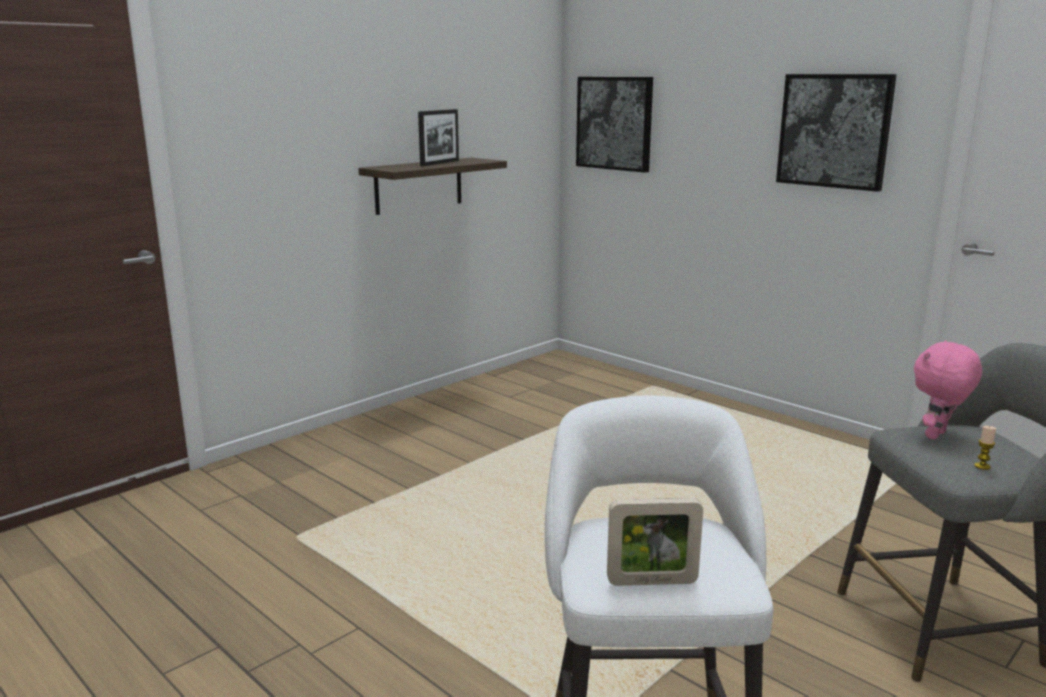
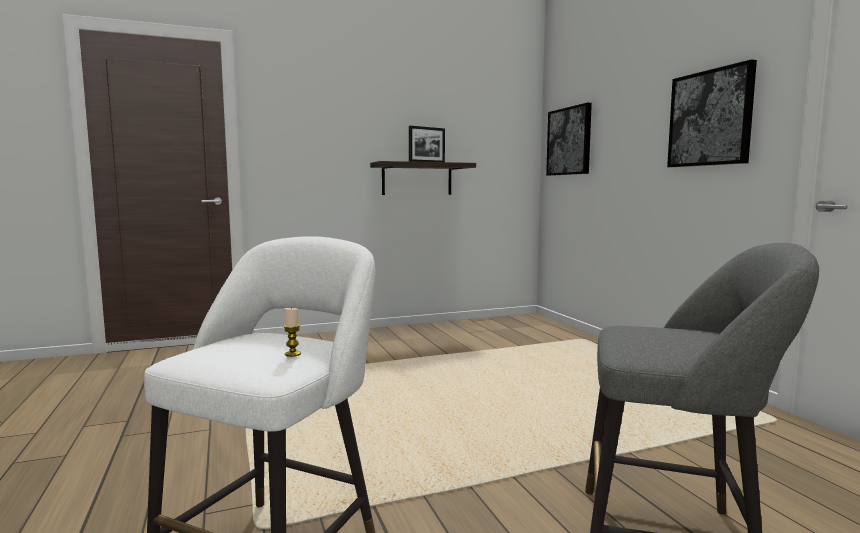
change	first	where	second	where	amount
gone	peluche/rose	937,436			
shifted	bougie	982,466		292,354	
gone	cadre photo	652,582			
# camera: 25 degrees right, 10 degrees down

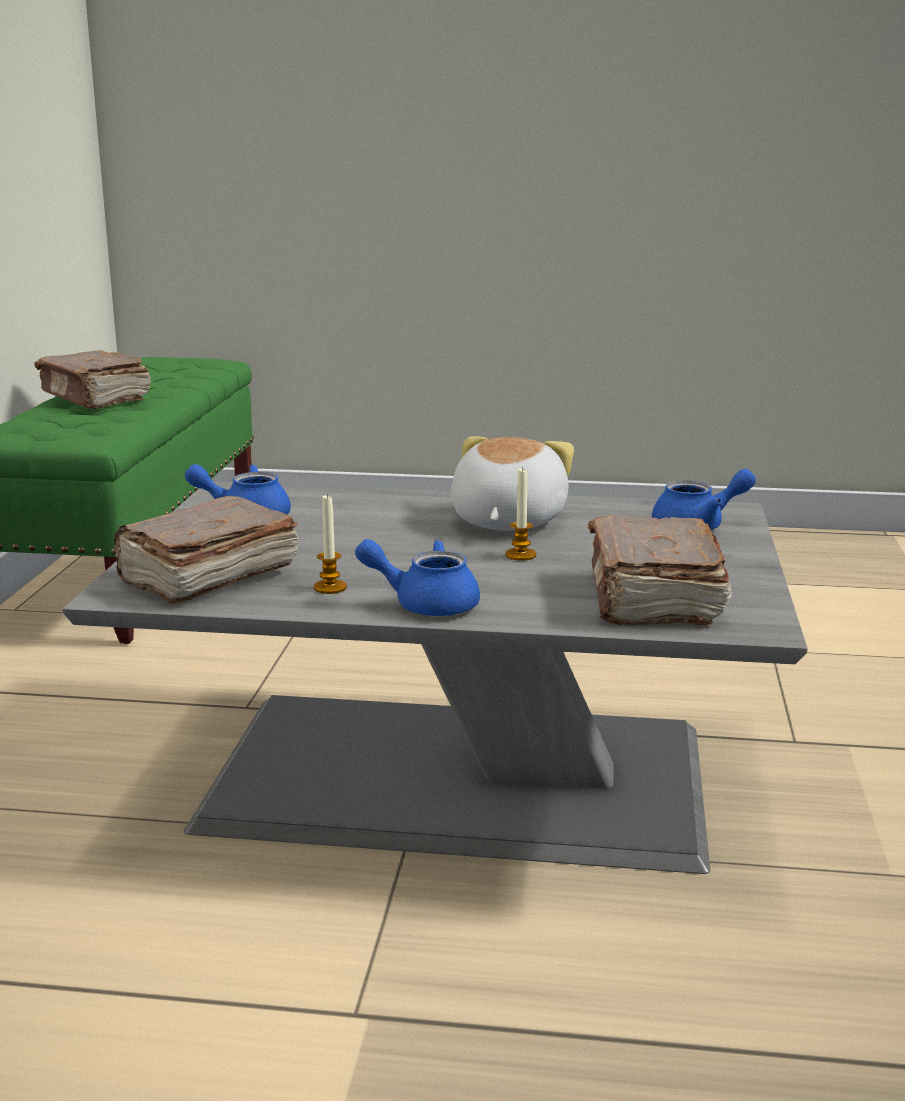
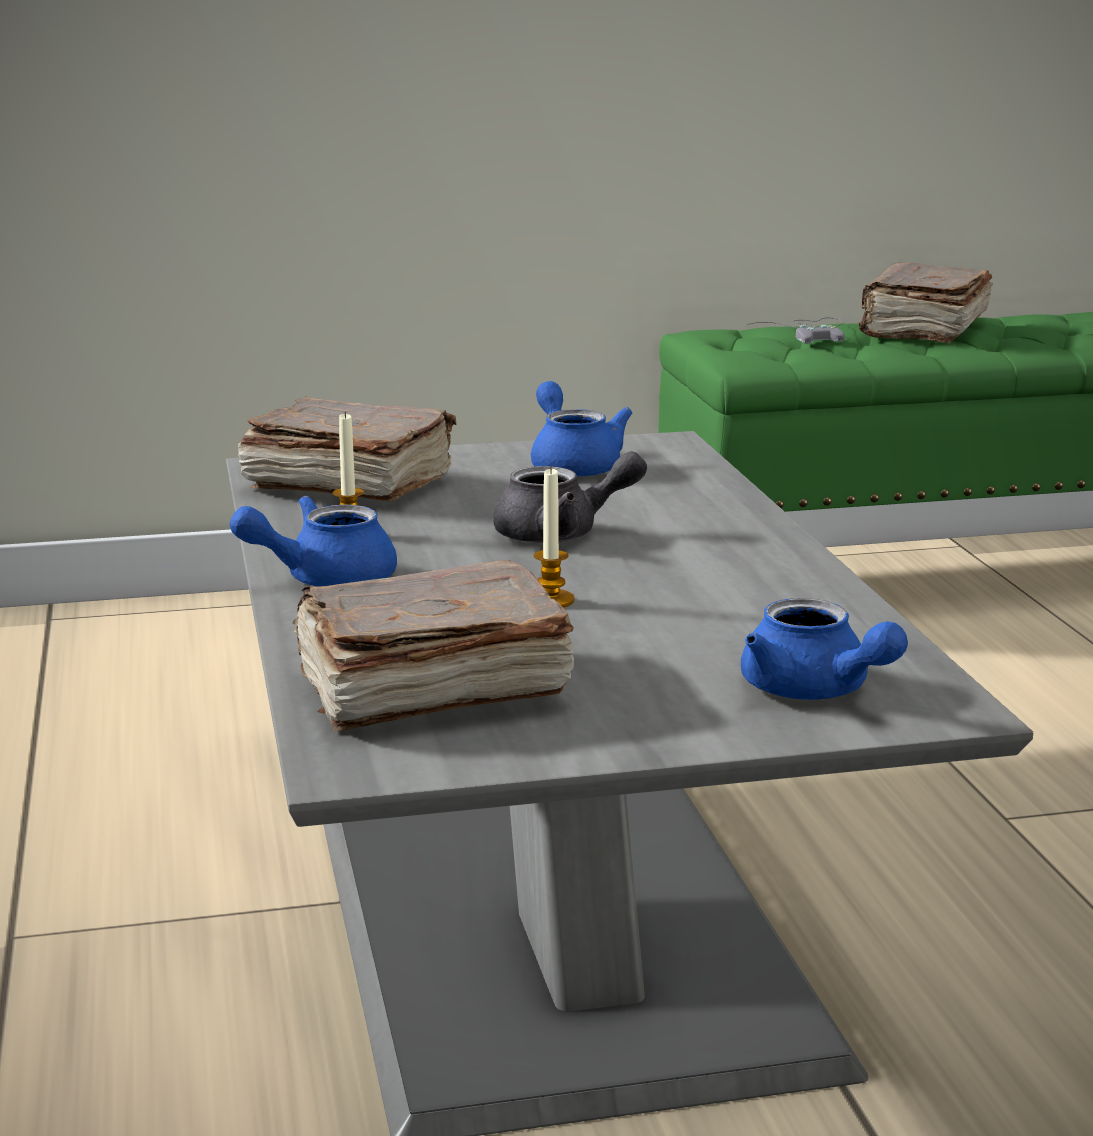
change	first	where	second	where	amount
gone	peluche	505,521			
rotated	théière/bleu	425,604		323,579	105 degrees counterclockwise
new			manette/gris	811,333	
new			théière/gris	562,534	
# camera: 70 degrees right, 0 degrees up

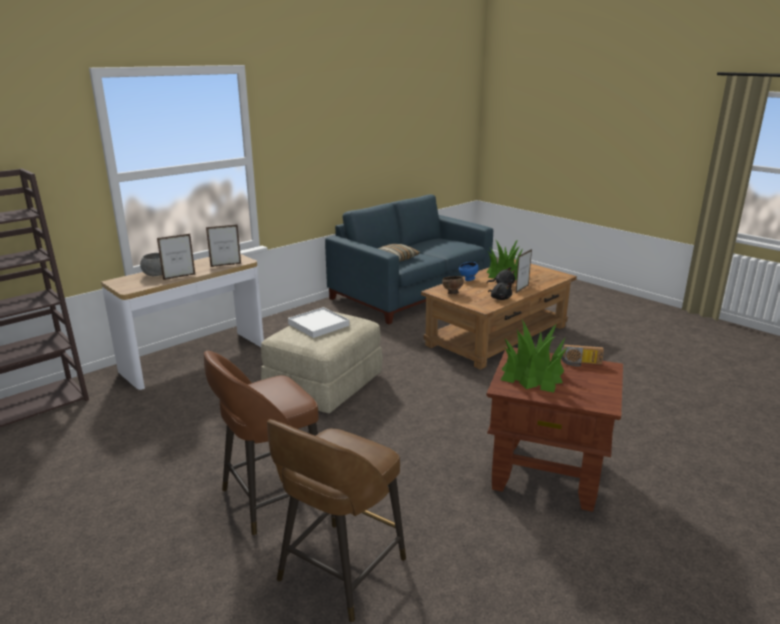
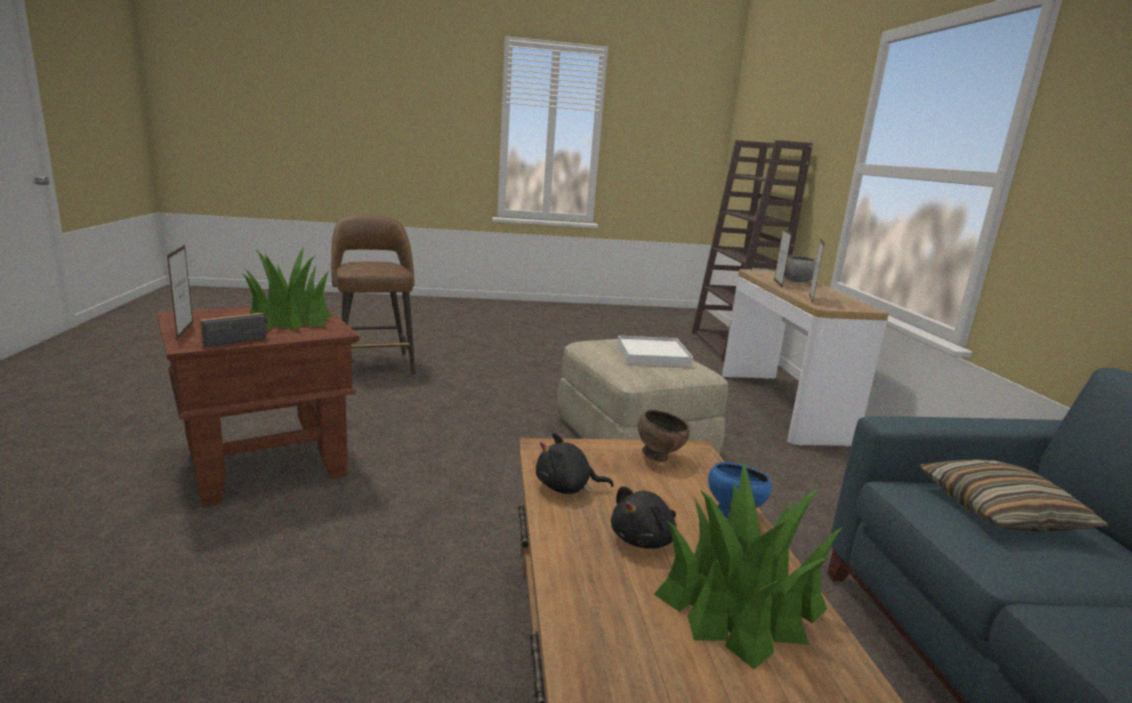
change	first	where	second	where	amount
shifted	cadre photo	522,289		185,331	
gone	tabouret/marron	271,497			
# camera: 125 degrees right, 5 degrees down

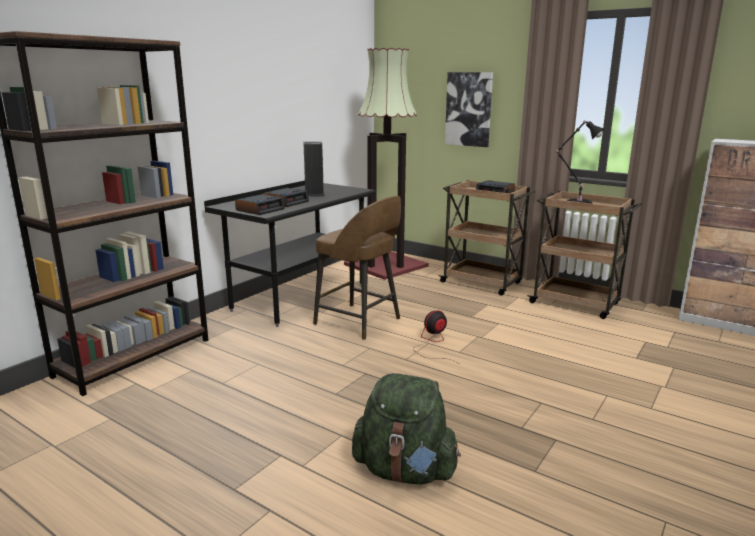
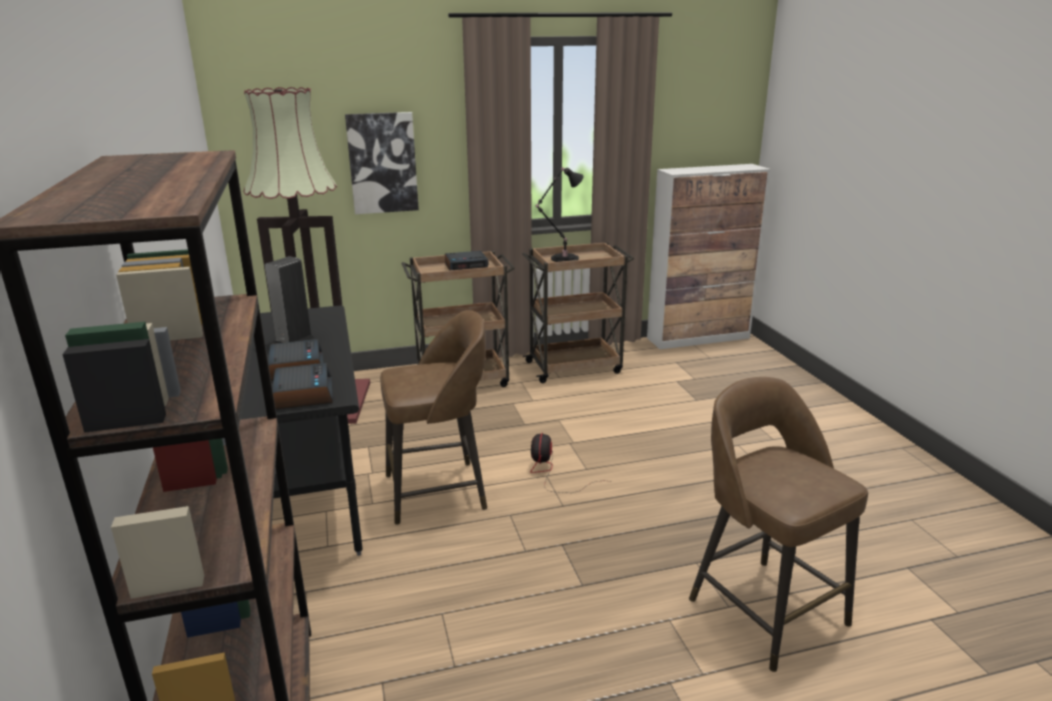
change	first	where	second	where	amount
swapped	sac à dos/vert	405,471	tabouret/marron	764,608	
# camera: 50 degrees left, 5 degrees up

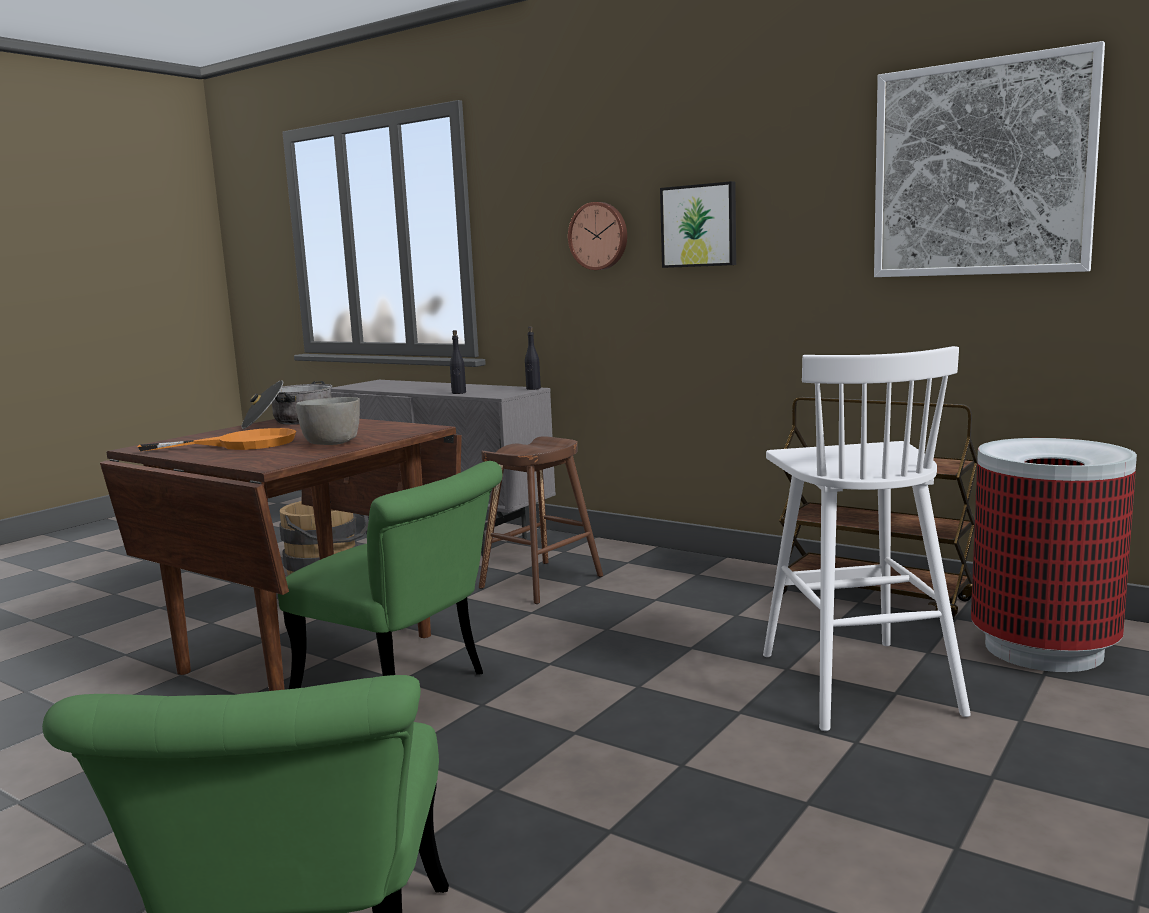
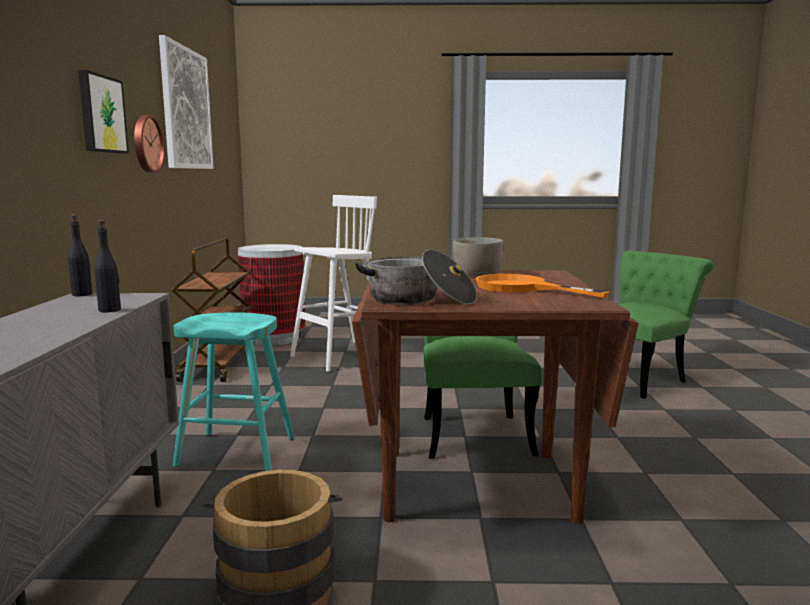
change	first	where	second	where	amount
shifted	horloge murale	599,236		146,144	
repainted	tabouret/marron	541,582	tabouret/turquoise	236,452	
# camera: 125 degrees left, 0 degrees up

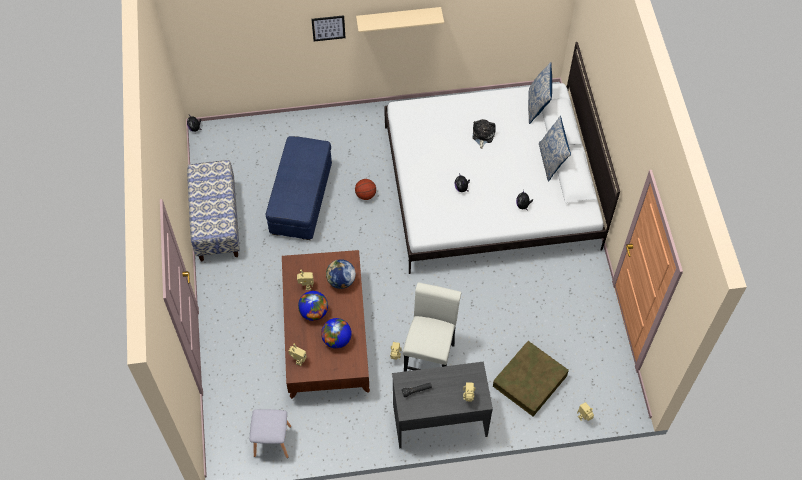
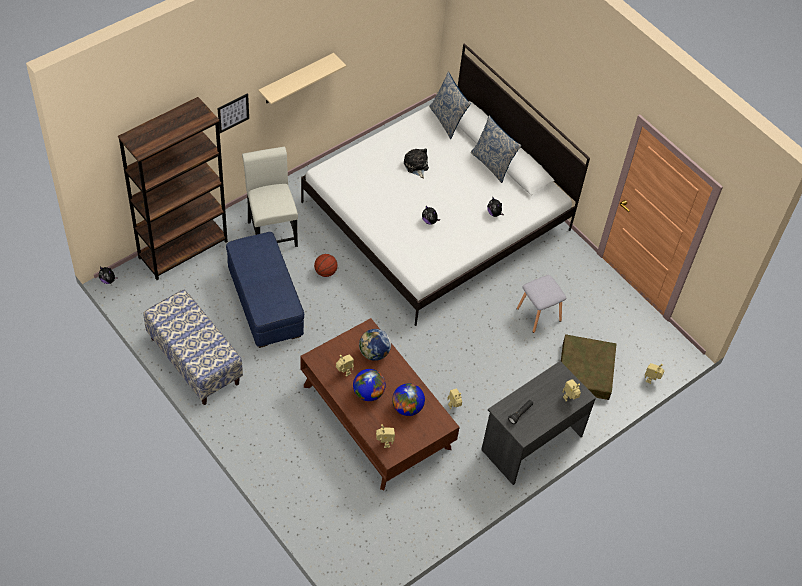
change	first	where	second	where	amount
shifted	chaise/blanc	430,354		271,230	
shifted	tabouret/gris	271,441		538,315	
new			bibliothèque/marron	183,249	
# camera: 35 degrees left, 5 degrees down

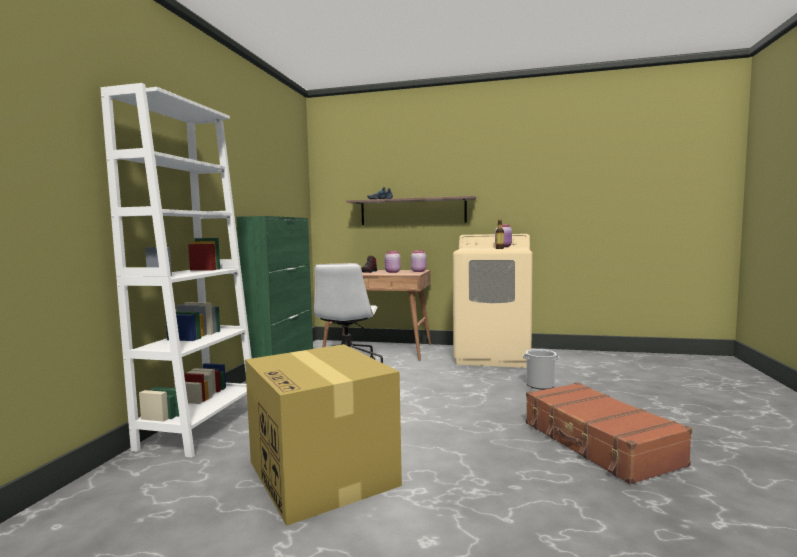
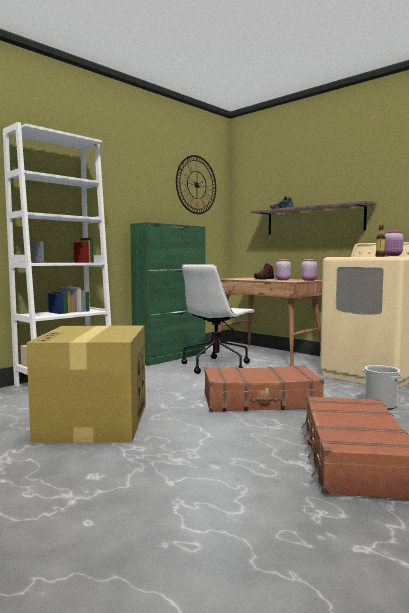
change	first	where	second	where	amount
new			horloge murale	196,185	
new			valise/marron	261,401	
# camera: 30 degrees right, 0 degrees up

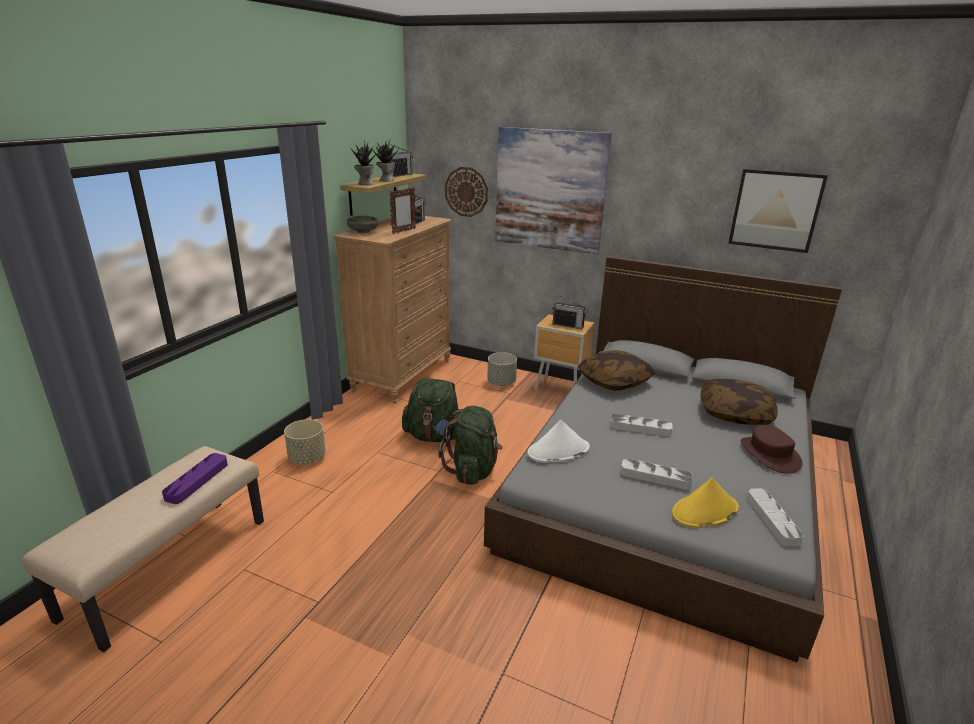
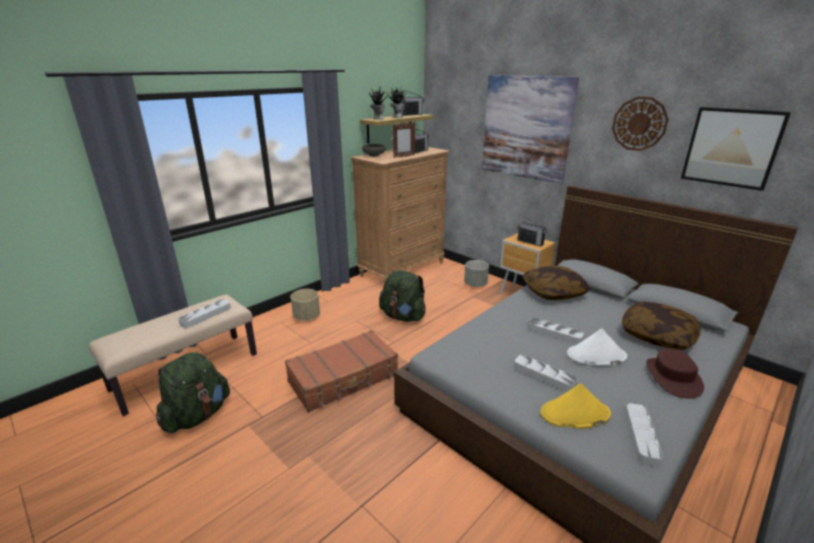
change	first	where	second	where	amount
shifted	horloge murale	466,192		639,124	
shifted	sac à dos/vert	473,470		197,415	
shifted	chapeau/blanc	558,451		596,356	
repainted	plateau/violet	197,481	plateau/gris	206,315	
new			valise/marron	344,378	
# camera: 20 degrees right, 0 degrees up

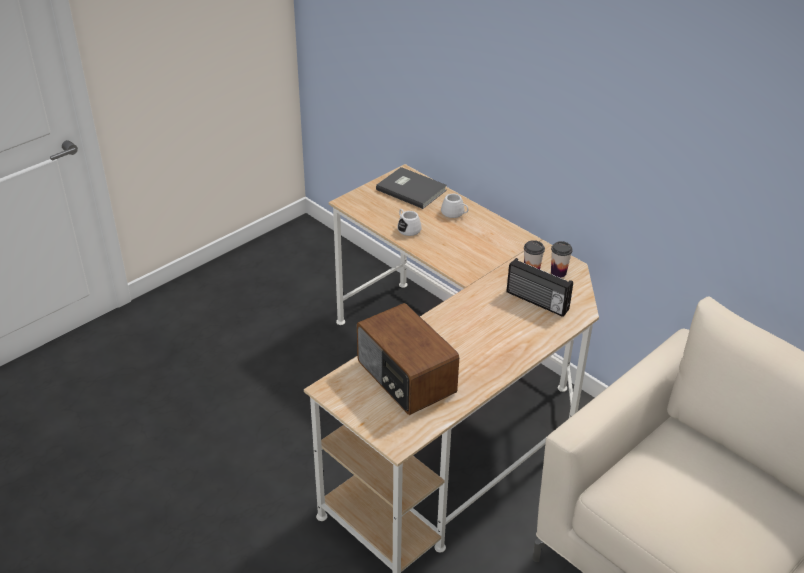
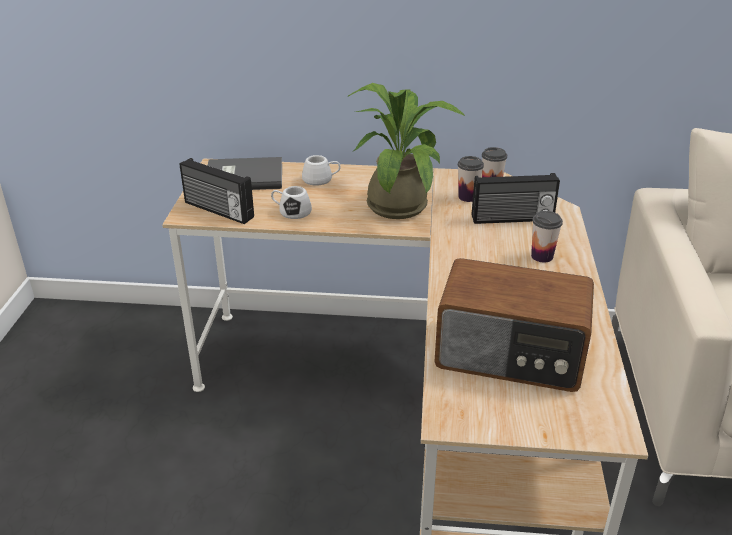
change	first	where	second	where	amount
new			plante en pot	400,203	
new			radio	218,210	
new			tasse	542,256	
# camera: 40 degrees left, 5 degrees down

